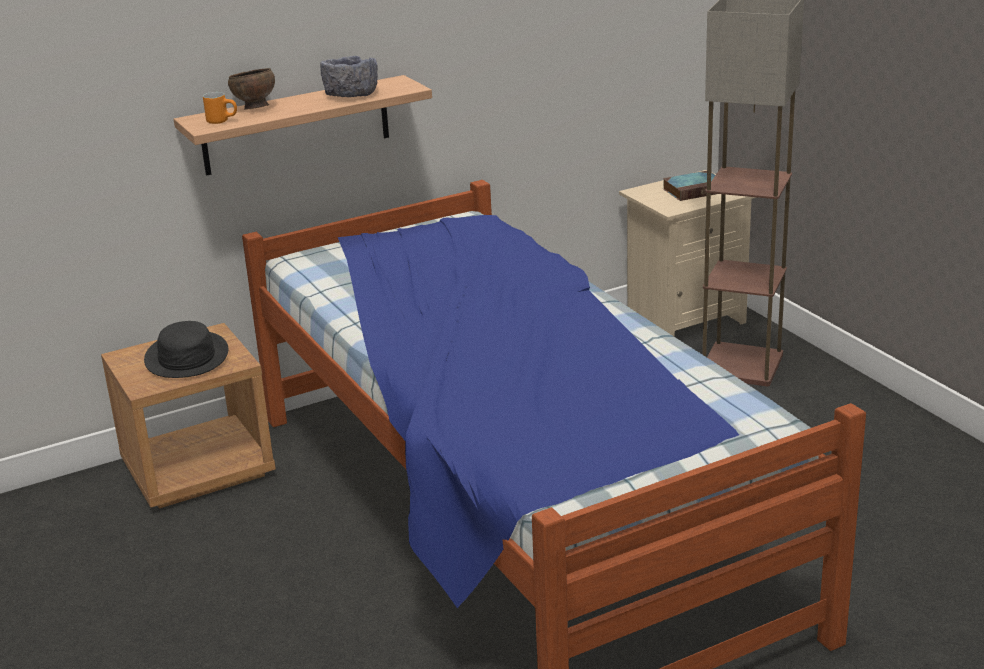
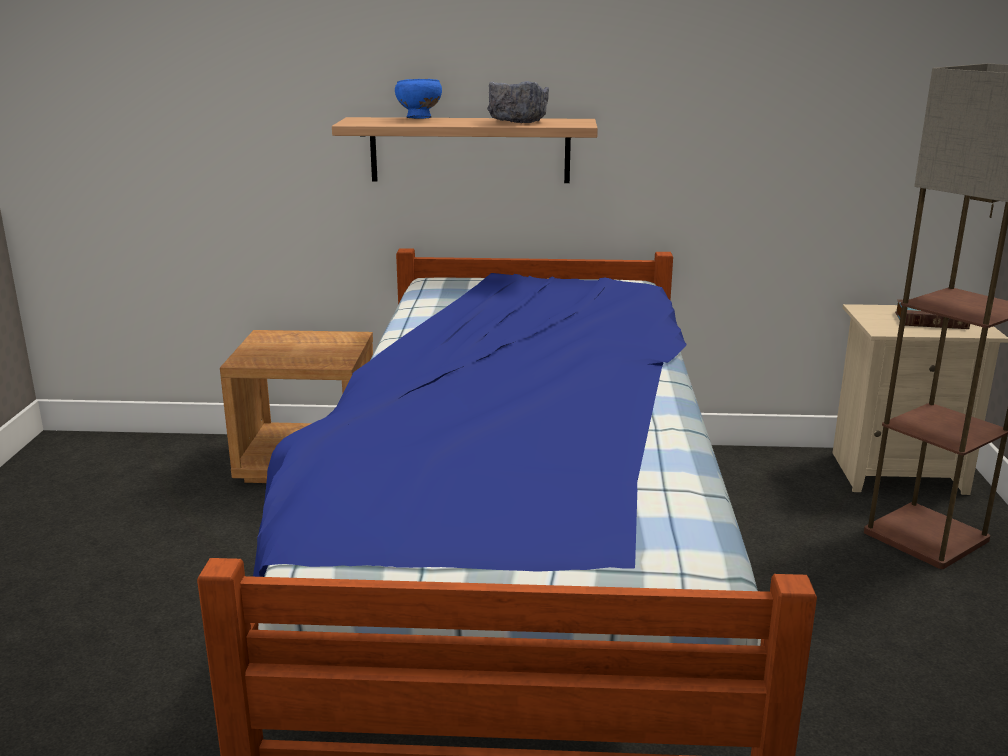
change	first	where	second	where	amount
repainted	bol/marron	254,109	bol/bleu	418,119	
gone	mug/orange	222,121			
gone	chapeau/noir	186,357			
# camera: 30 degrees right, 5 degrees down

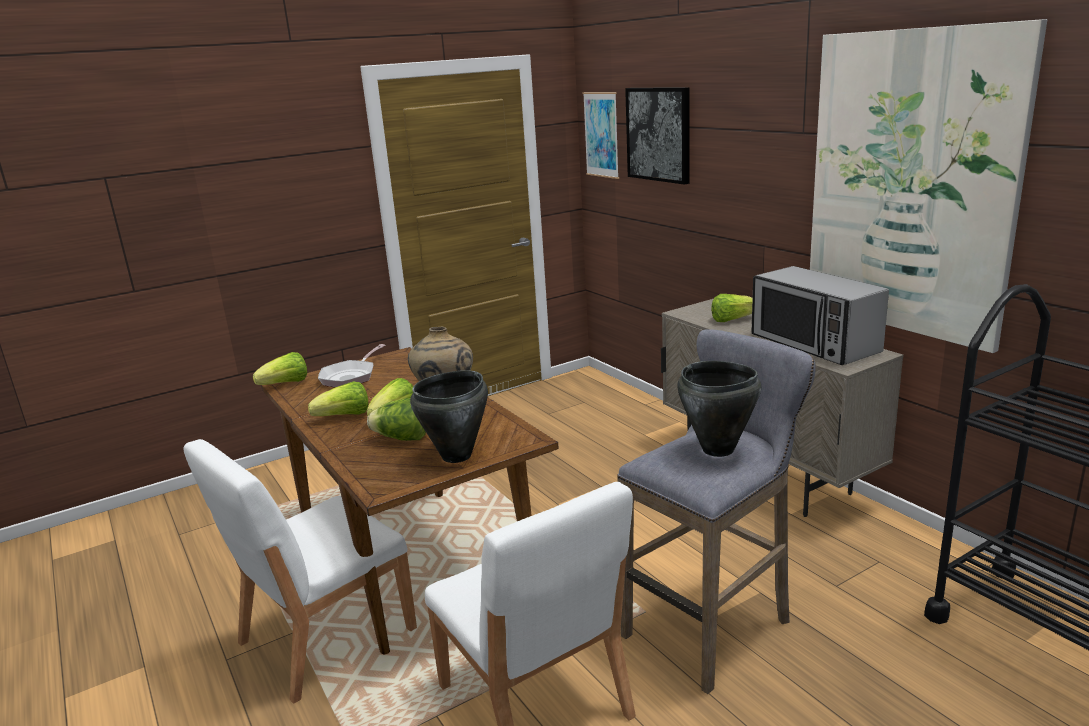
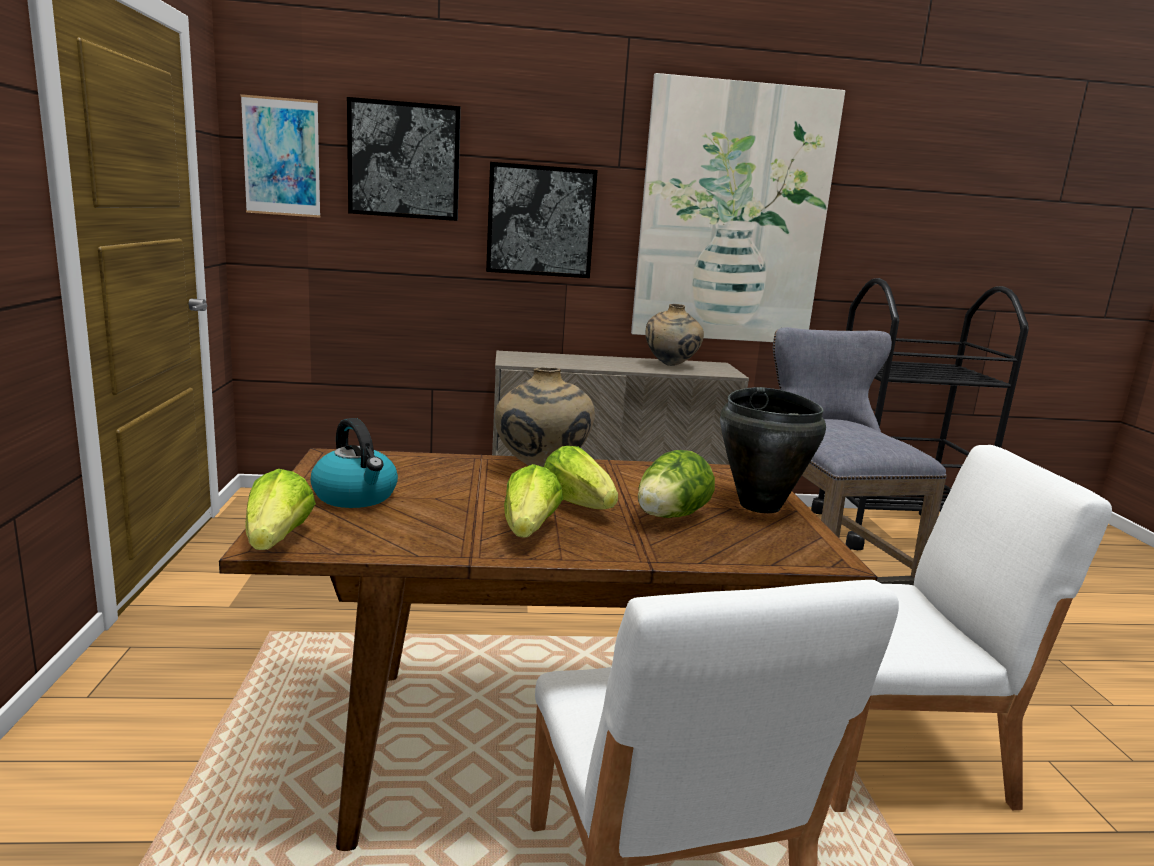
change	first	where	second	where	amount
swapped	micro-ondes	814,344	vase/beige	671,365	
gone	laitue	732,320			
swapped	poêle	351,376	bouilloire	356,496	
gone	marmite/noir	718,450			
new			tableau	540,221	
# camera: 65 degrees left, 5 degrees down

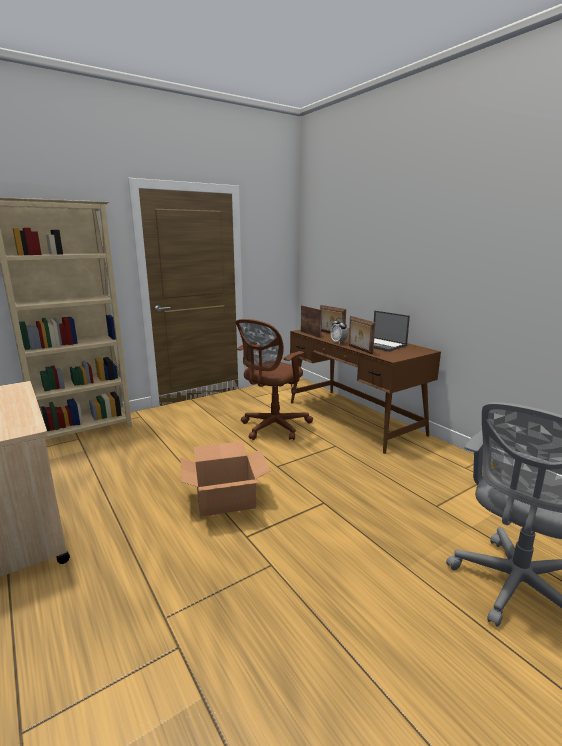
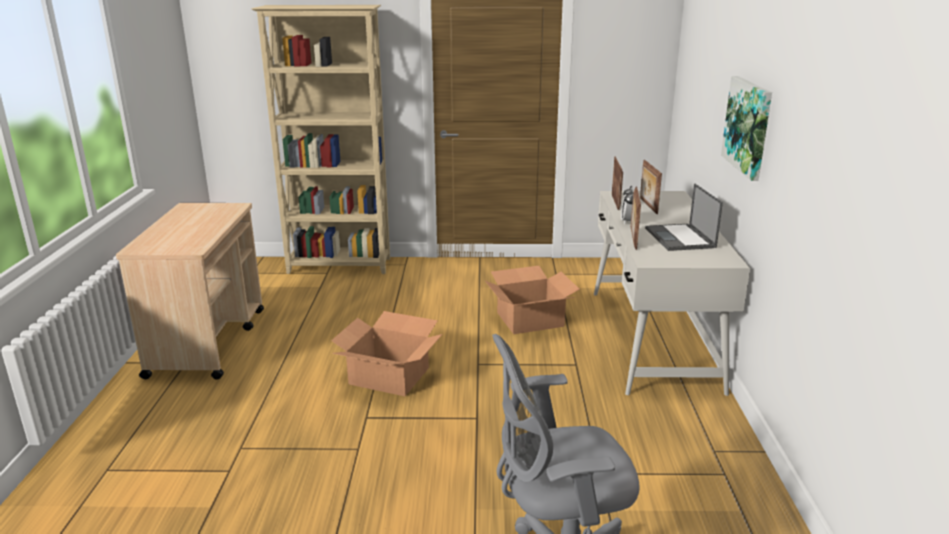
change	first	where	second	where	amount
swapped	chaise de bureau/marron	273,428	carton	529,319	
repainted	bureau/marron	353,418	bureau/blanc	652,338	
new			tableau	748,126	
# camera: 35 degrees right, 5 degrees up

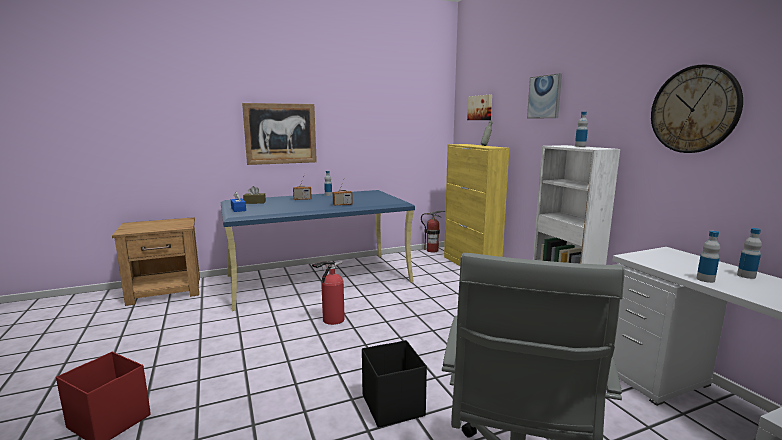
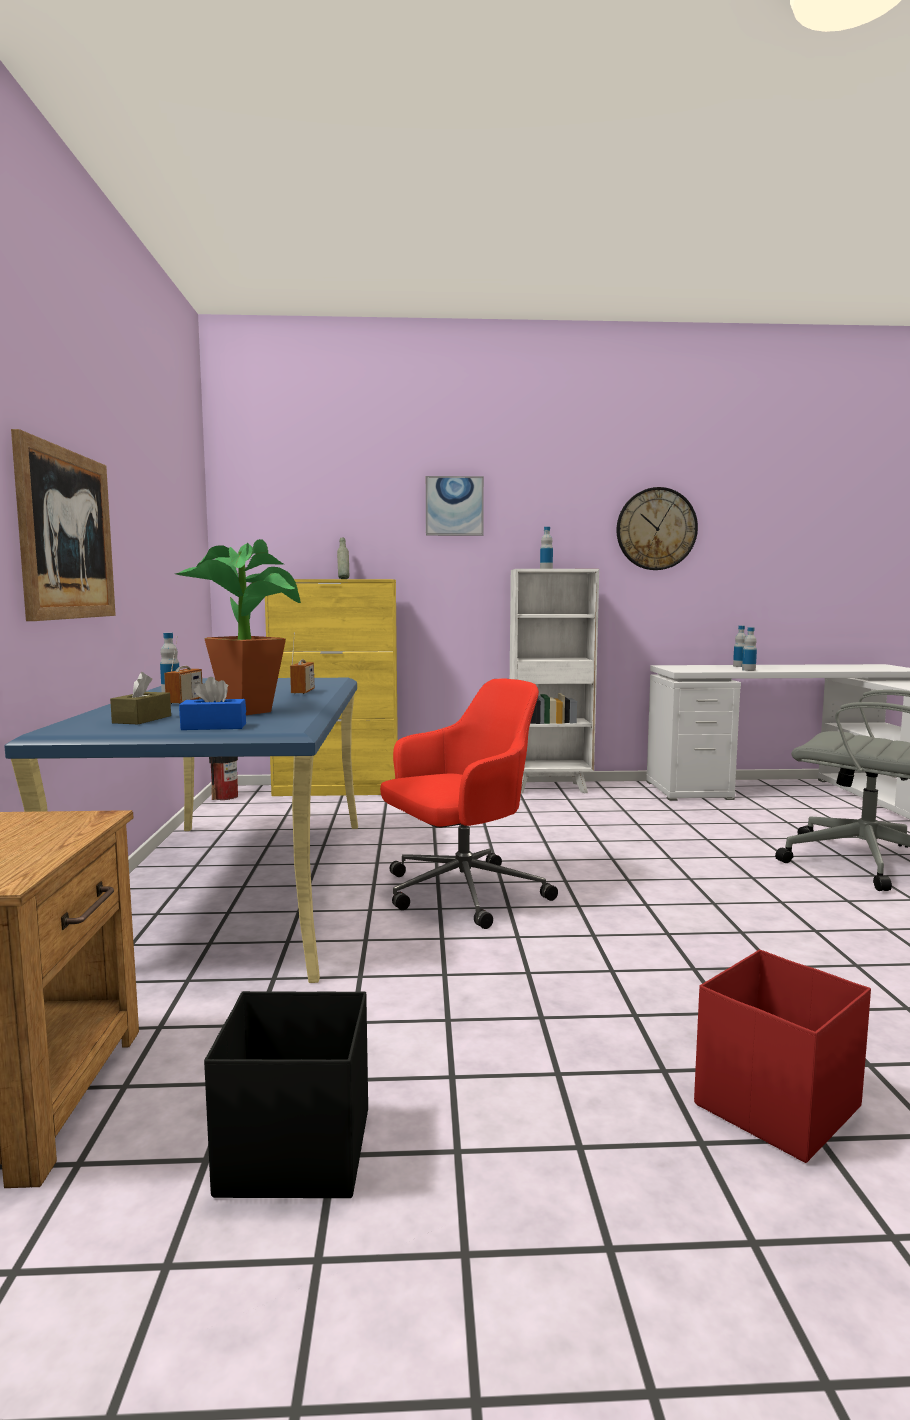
change	first	where	second	where	amount
gone	tableau	480,108			
swapped	extincteur	331,320	chaise de bureau/rouge	461,893	
shifted	boîte de rangement/noir	393,405		293,1152	
new			plante en pot	246,710	
# camera: 70 degrees left, 5 degrees down

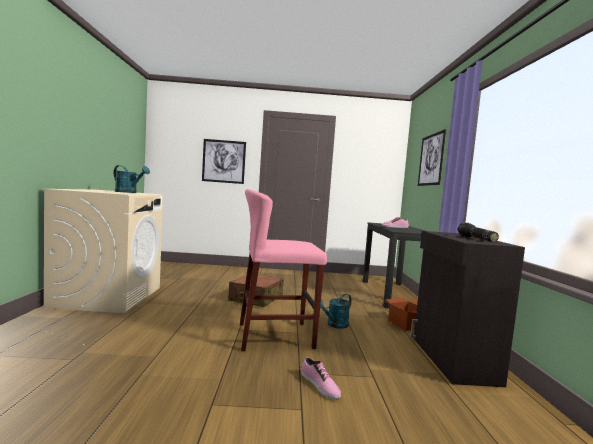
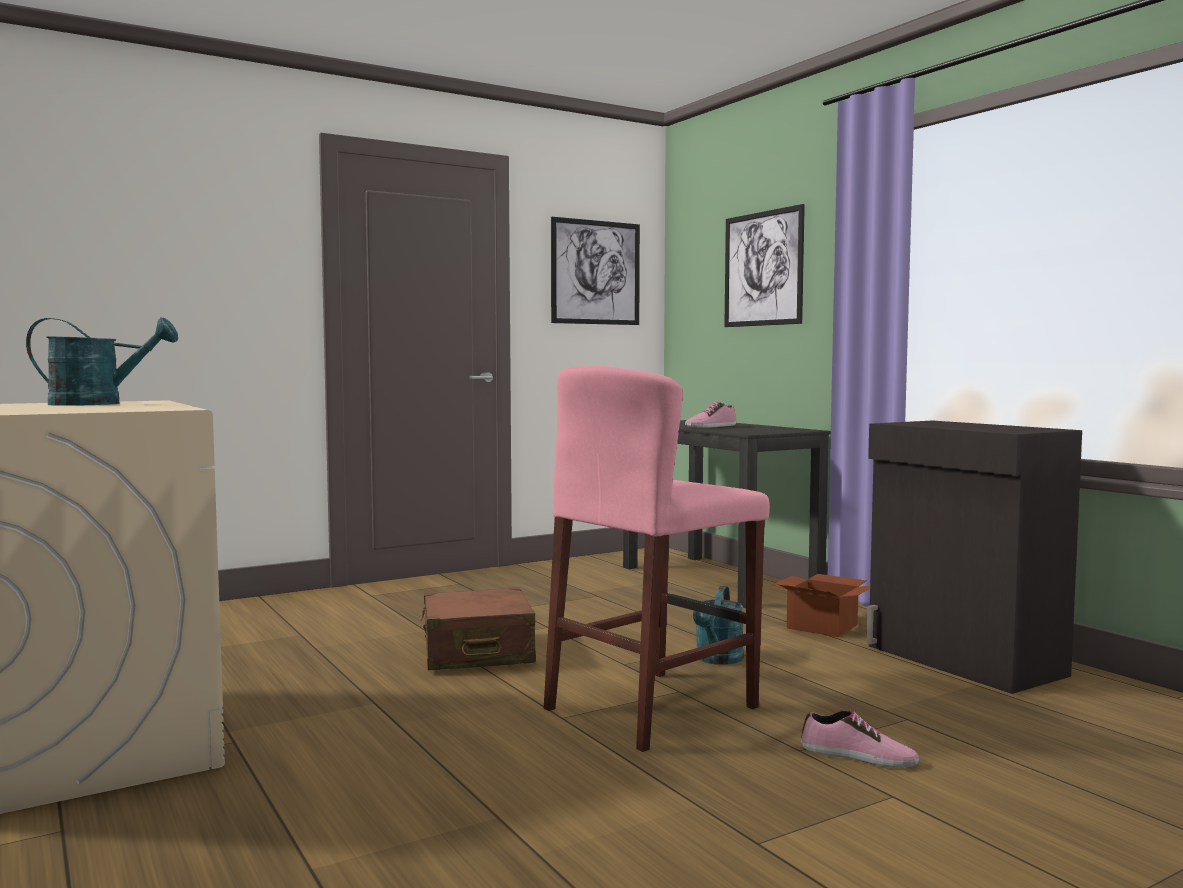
change	first	where	second	where	amount
shifted	tableau	224,161		595,272	
gone	lampe de poche	475,239			
# camera: 30 degrees left, 0 degrees up

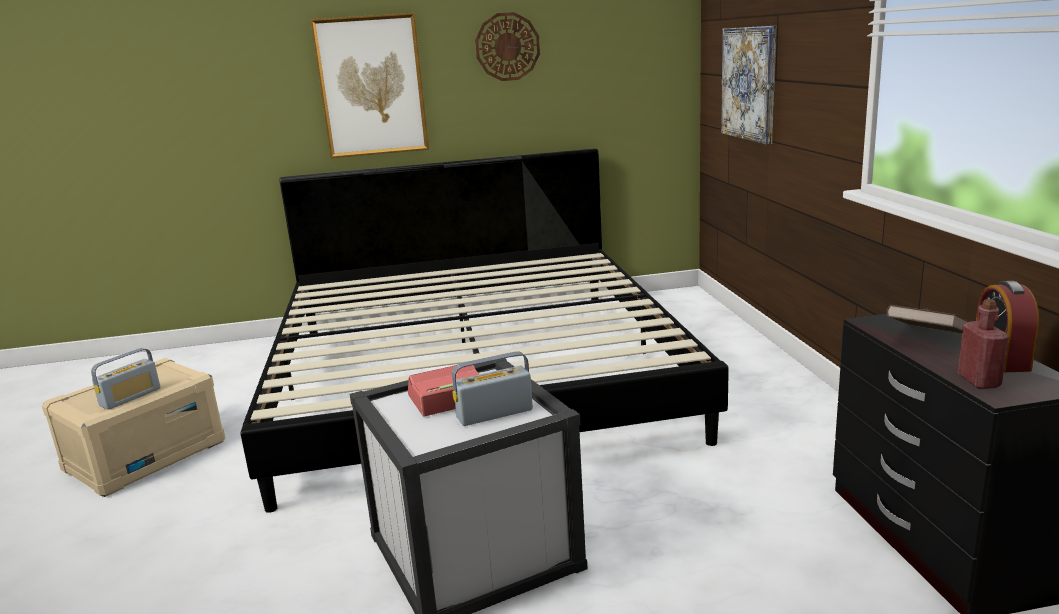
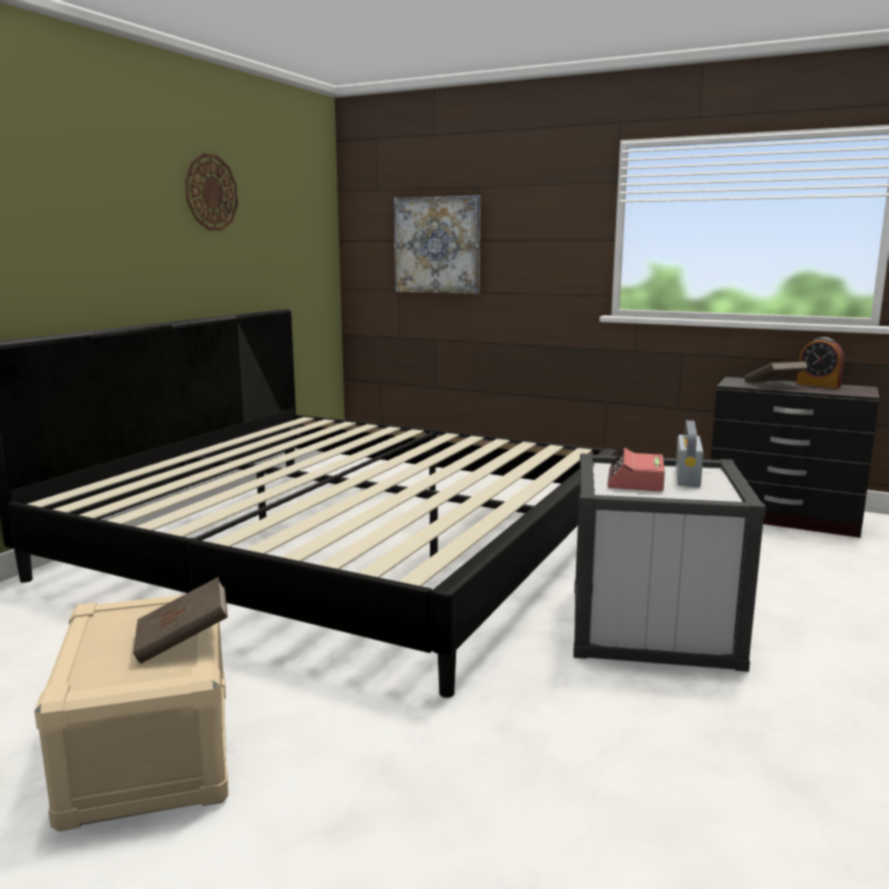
change	first	where	second	where	amount
gone	tableau	372,86			
gone	bouteille/rouge	978,381			
swapped	radio	130,397	livre/marron	183,641	
# camera: 55 degrees left, 5 degrees down

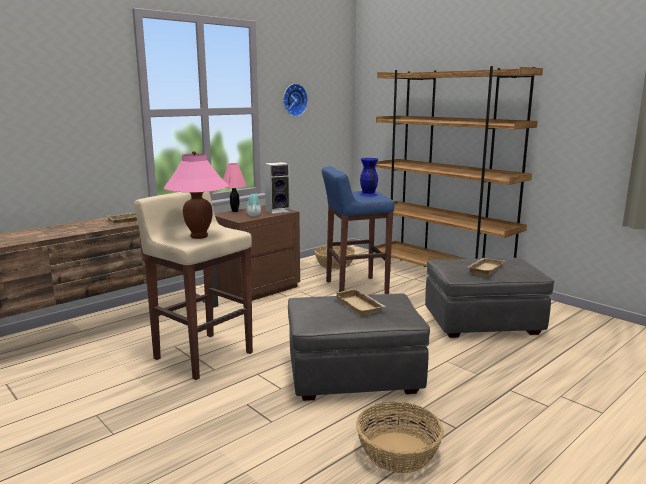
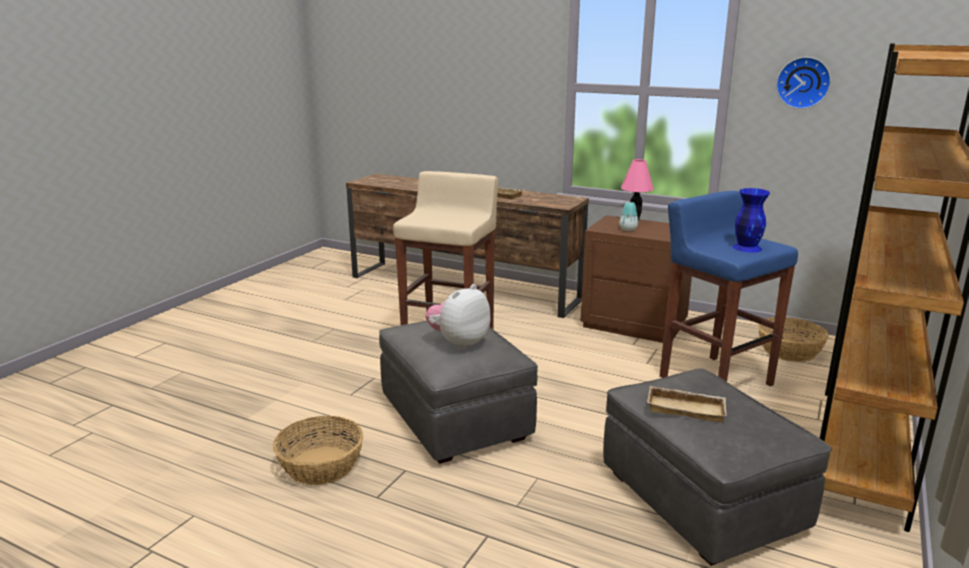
change	first	where	second	where	amount
gone	lampe de table/rose	199,236			
gone	enceinte	278,211			
swapped	plateau/beige	360,305	peluche	459,343	
# camera: 70 degrees right, 5 degrees up

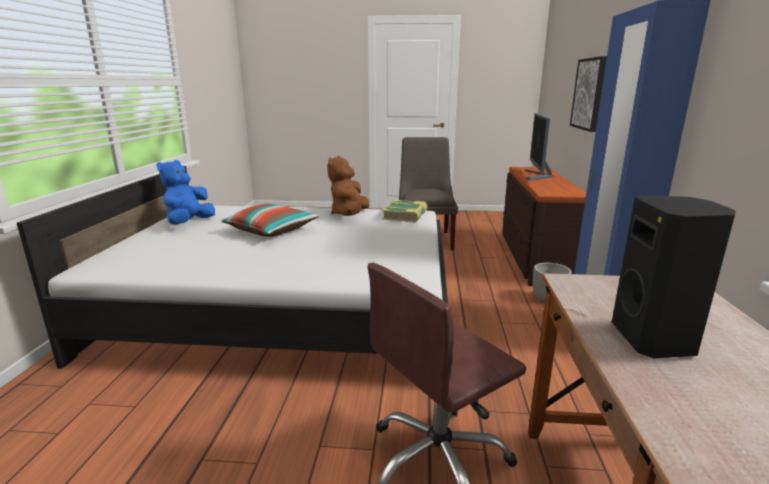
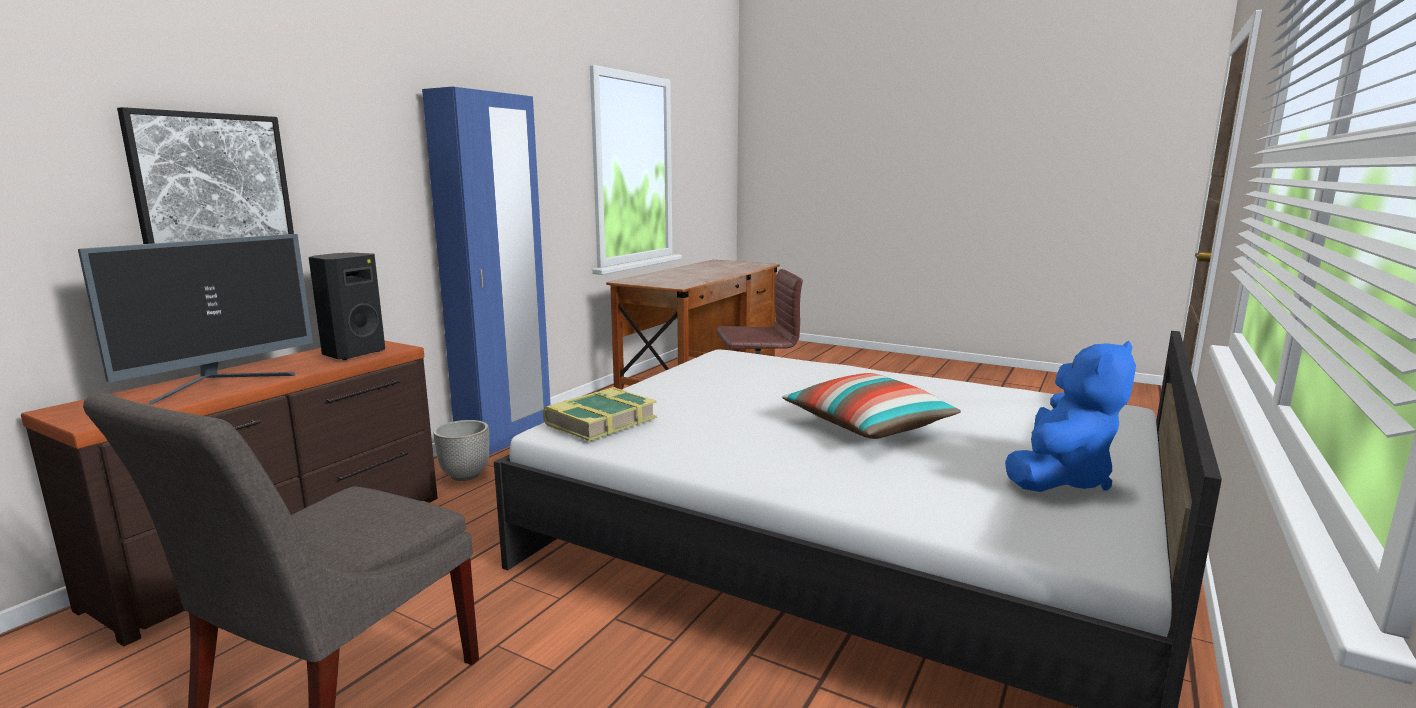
change	first	where	second	where	amount
gone	peluche/marron	349,215			
shifted	enceinte/noir	655,340		352,353	
# camera: 155 degrees left, 5 degrees down

